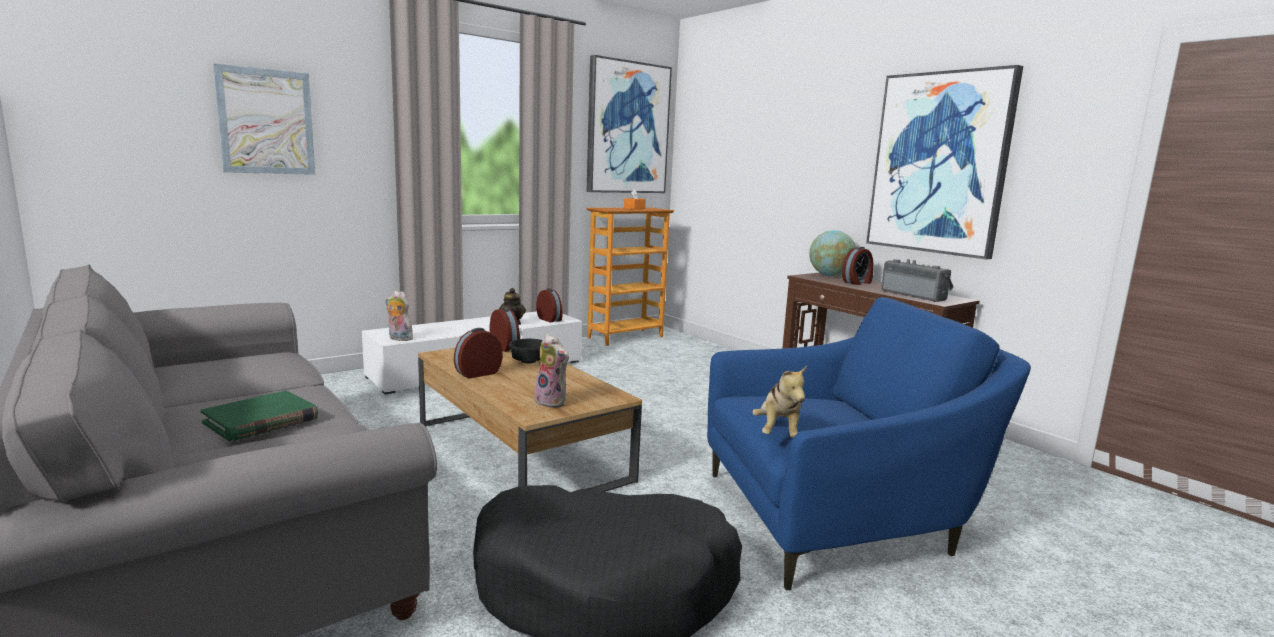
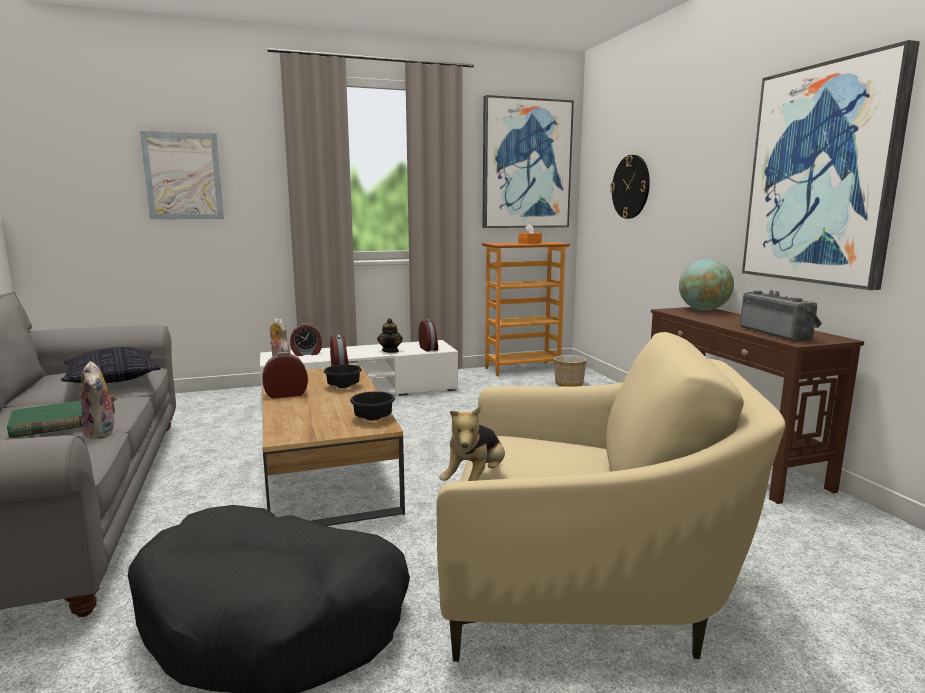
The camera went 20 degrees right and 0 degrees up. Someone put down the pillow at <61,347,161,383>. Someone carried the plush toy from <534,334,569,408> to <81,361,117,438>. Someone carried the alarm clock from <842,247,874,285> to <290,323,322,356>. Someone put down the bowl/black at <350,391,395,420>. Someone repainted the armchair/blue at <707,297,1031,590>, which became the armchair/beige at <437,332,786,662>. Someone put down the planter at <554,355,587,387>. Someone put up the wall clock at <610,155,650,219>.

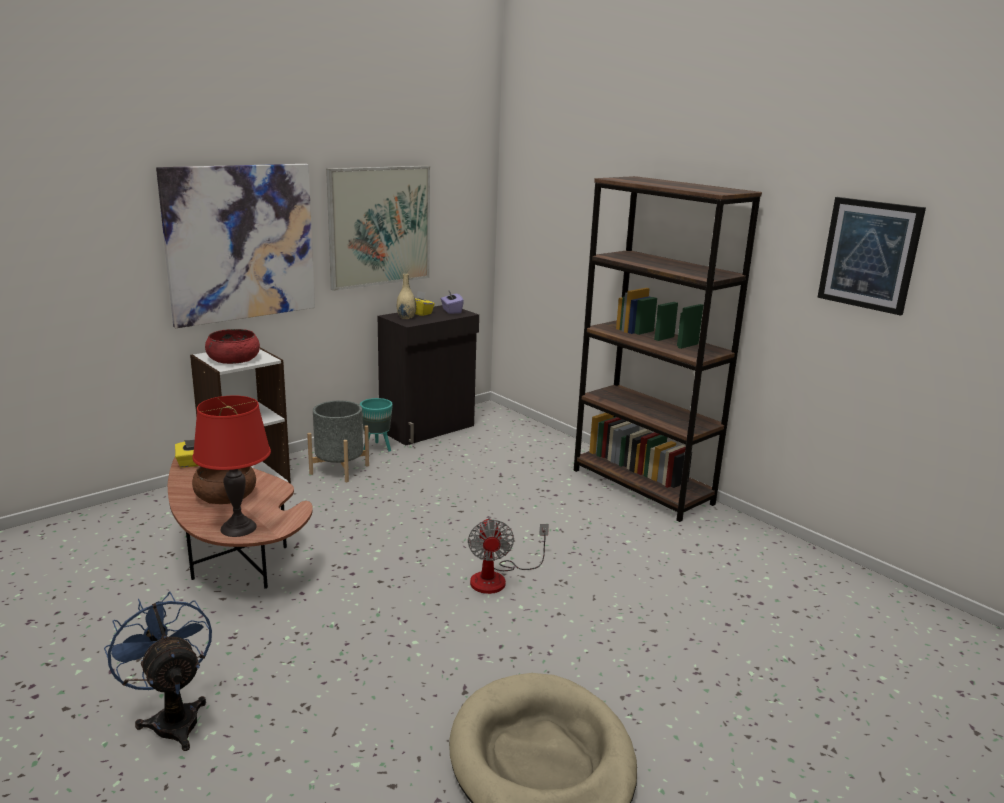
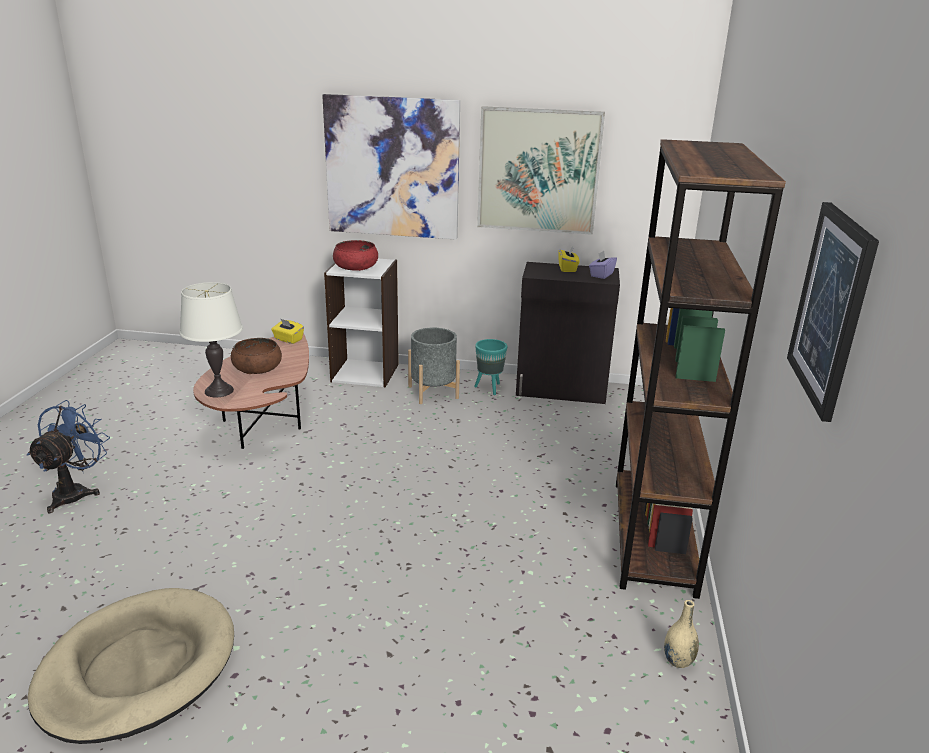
The camera went 50 degrees right and 5 degrees up. Someone repainted the table lamp/red at <192,396,271,537>, which became the table lamp/white at <179,282,243,397>. Someone carried the vase/beige from <397,274,416,319> to <664,600,699,668>. Someone took away the fan at <468,517,549,594>.

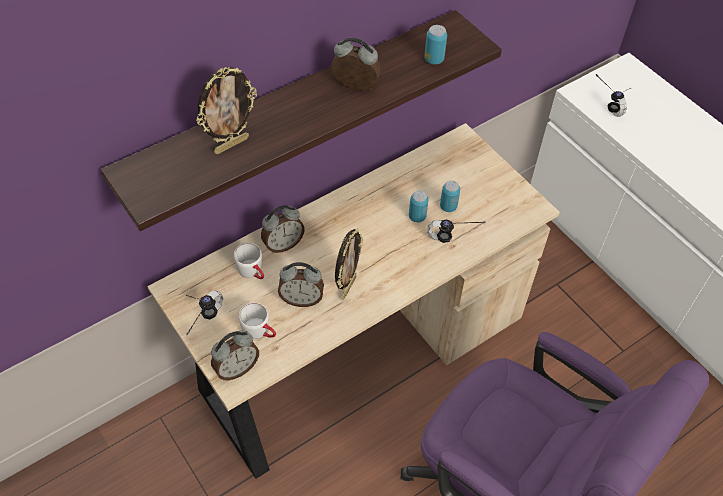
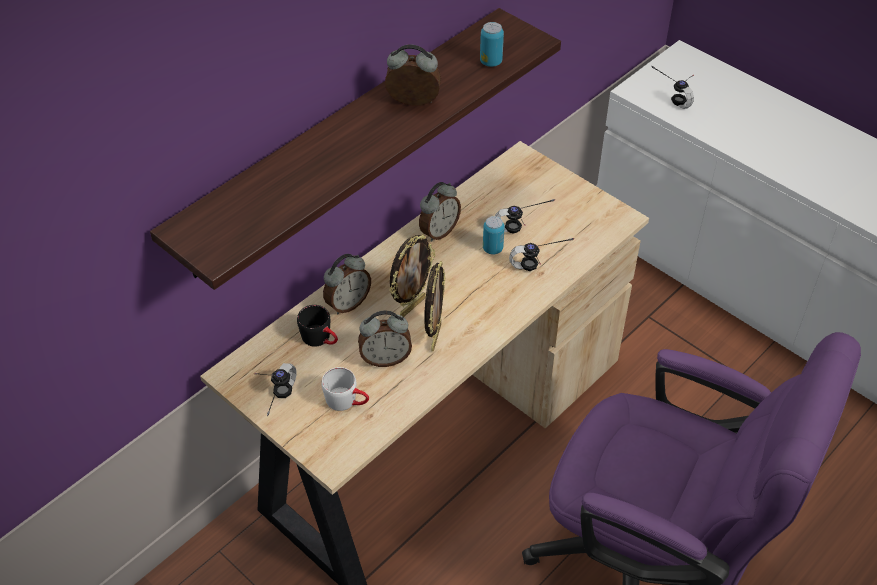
The camera went 10 degrees left and 5 degrees down. Someone repainted the mug/white at <233,243,264,279>, which became the mug/black at <297,305,338,346>. Someone carried the picture frame from <196,67,257,154> to <389,234,435,317>. Someone carried the alarm clock from <211,330,259,380> to <419,182,461,242>. Someone swapped the can at <440,180,460,212> for the headphones at <495,199,555,234>.

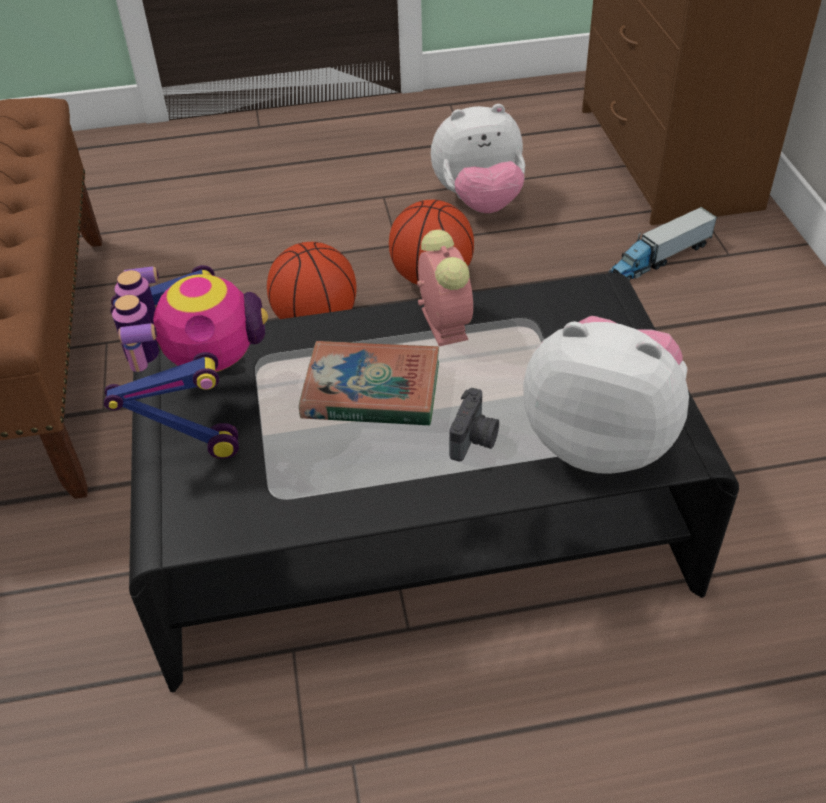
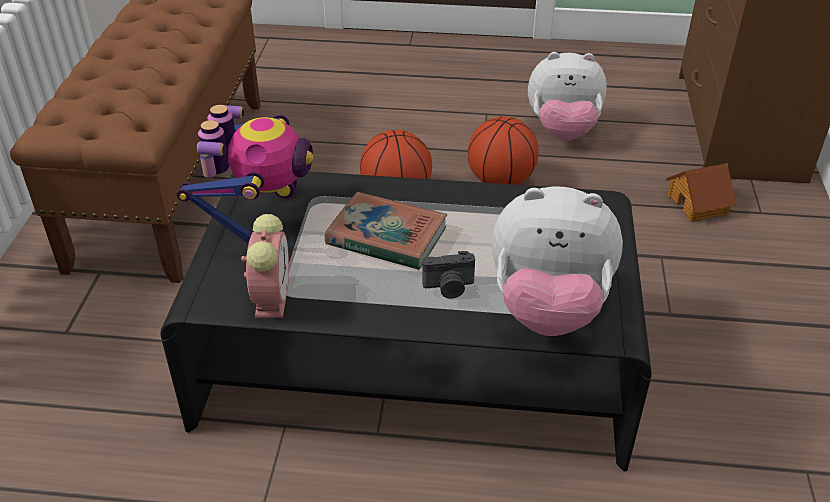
The camera went 15 degrees right and 5 degrees down. Someone carried the alarm clock from <417,230,473,346> to <241,214,289,318>. Someone rotated the photo camera at <449,388,499,462> by 45 degrees clockwise. Someone rotated the plush toy at <523,316,689,474> by 150 degrees clockwise. Someone swapped the toy truck at <608,207,717,281> for the toy house at <666,163,737,222>.

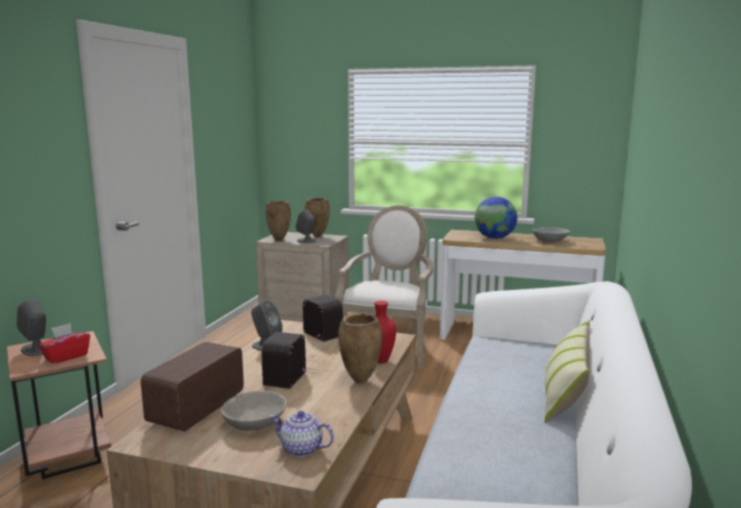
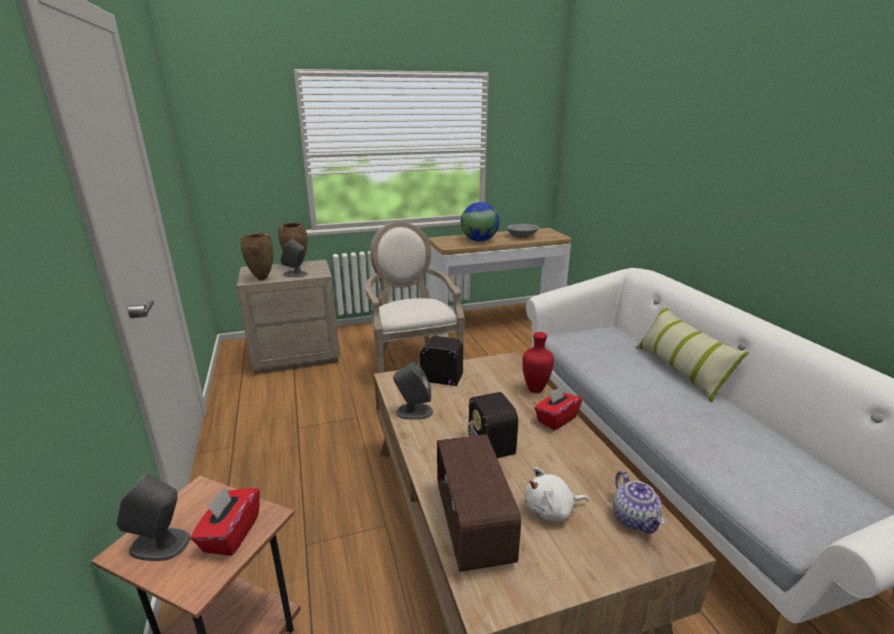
The camera went 35 degrees left and 10 degrees up. Someone swapped the bowl/grey at <220,391,287,431> for the plush toy/white at <525,467,589,521>. Someone swapped the vase/brown at <338,313,382,384> for the tissue box/red at <534,386,582,430>. Someone rotated the teapot at <270,411,334,457> by 90 degrees counterclockwise.

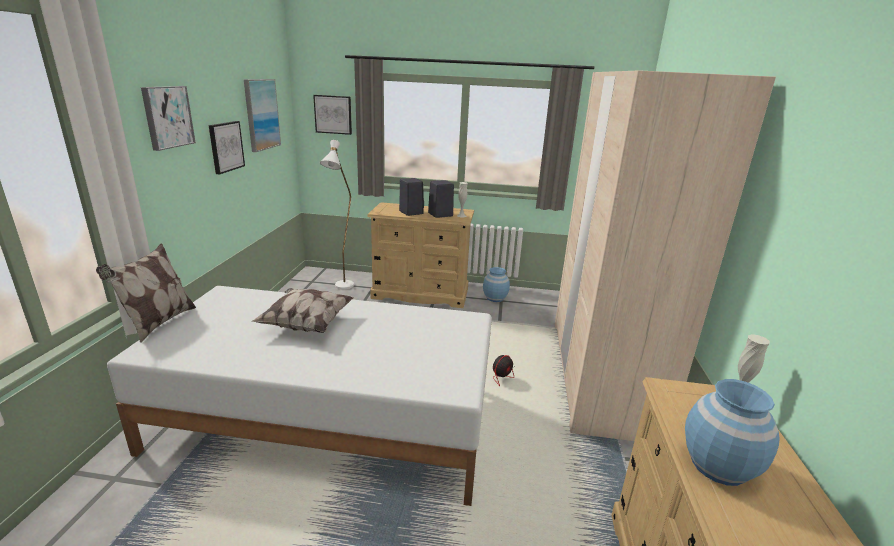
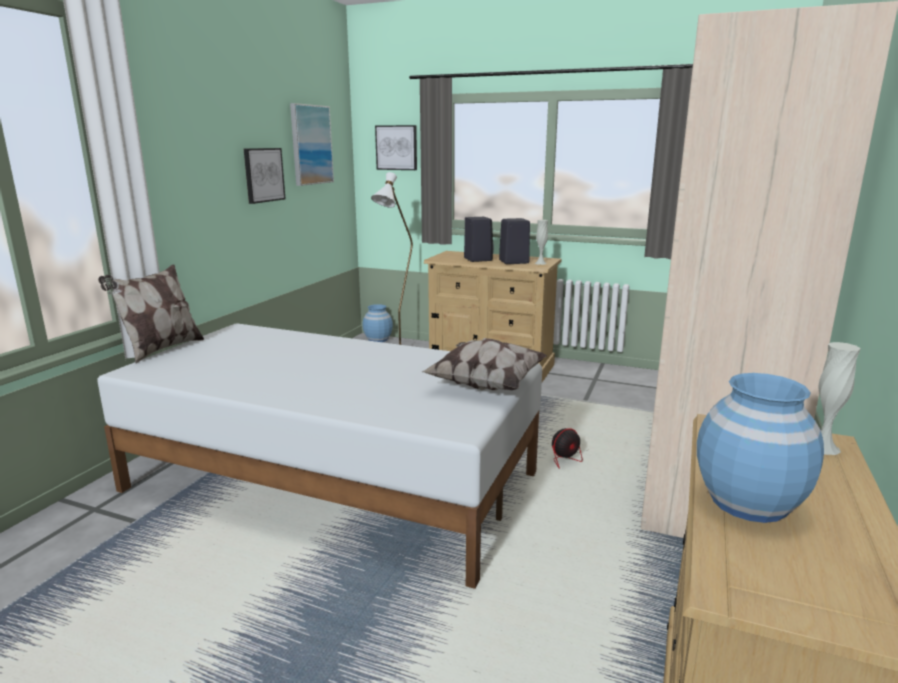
The camera went 15 degrees right and 5 degrees down. Someone carried the vase/blue from <483,267,510,302> to <362,304,393,342>. Someone carried the pillow from <251,288,353,333> to <422,338,547,390>. Someone took away the picture at <141,86,196,151>.

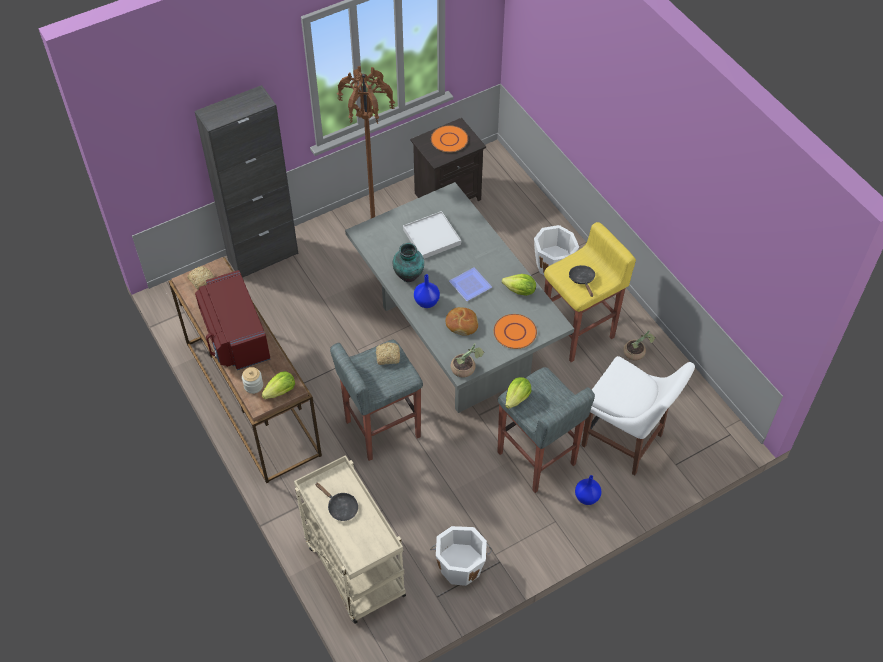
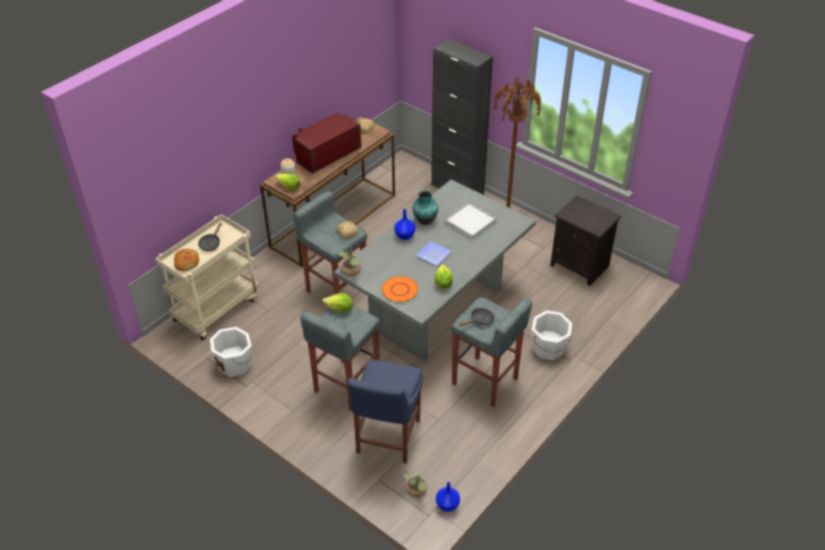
The camera went 70 degrees right and 10 degrees down. Someone carried the bread from <445,307,478,336> to <174,249,199,271>. Someone repainted the chair/white at <581,356,695,475>, which became the chair/blue at <347,359,423,464>. Someone carried the potted plant from <623,330,655,361> to <404,471,427,497>. Someone carried the vase/blue from <575,475,602,505> to <436,482,460,512>. Someone repainted the stool/yellow at <544,222,636,362>, which became the stool/grey at <451,297,532,407>. Someone took away the plate/orange at <431,125,468,152>.

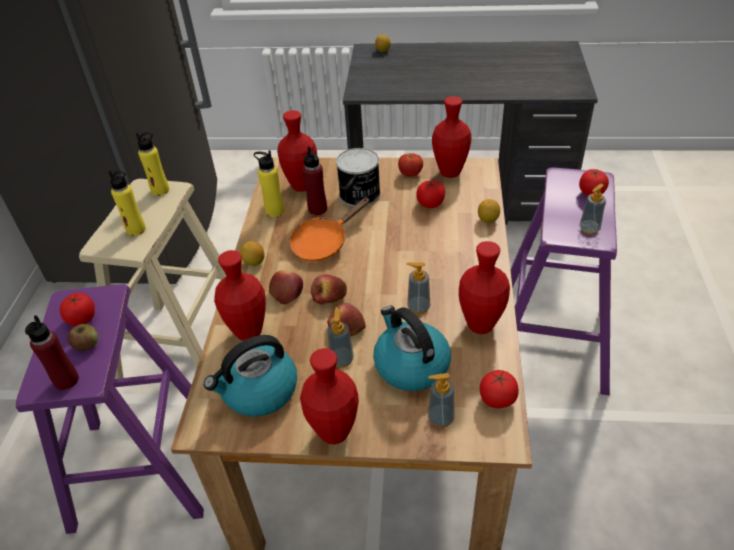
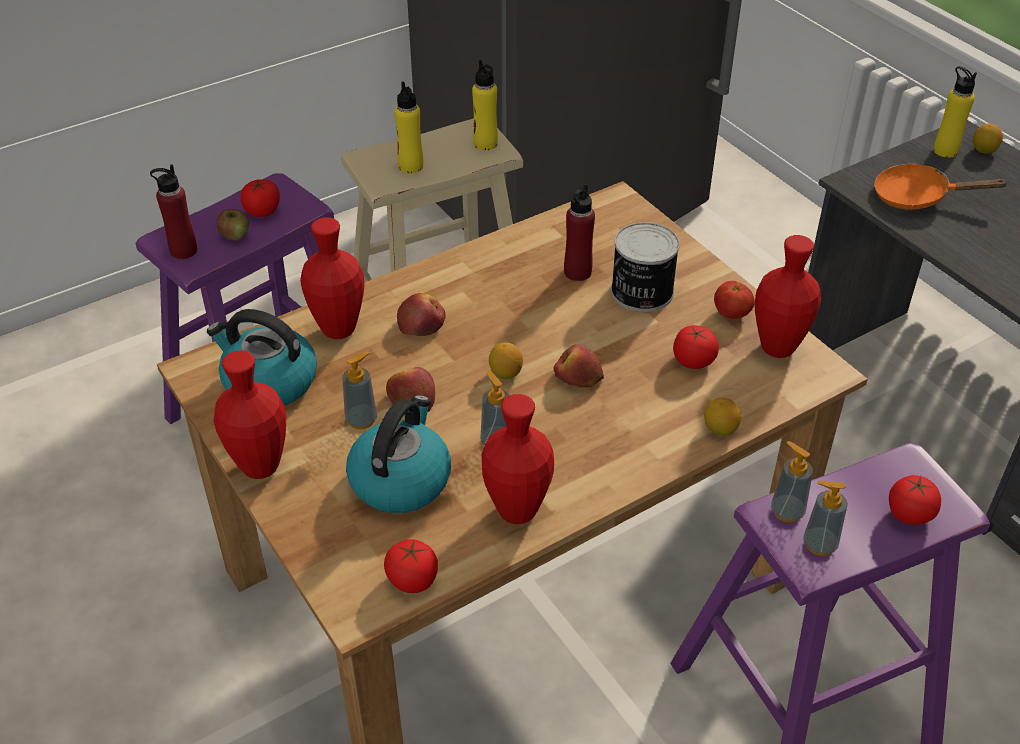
The camera went 50 degrees right and 0 degrees up. Someone carried the lemon from <240,241,265,266> to <489,342,523,379>. Someone carried the apple from <311,274,347,305> to <553,344,604,388>. Someone carried the soap dispenser from <428,373,455,428> to <771,441,813,523>. Someone carried the frying pan/orange from <289,197,370,262> to <874,163,1009,210>. Someone carried the bottle/yellow from <254,150,284,217> to <933,66,977,158>. Someone took away the vase/red at <277,110,317,192>.

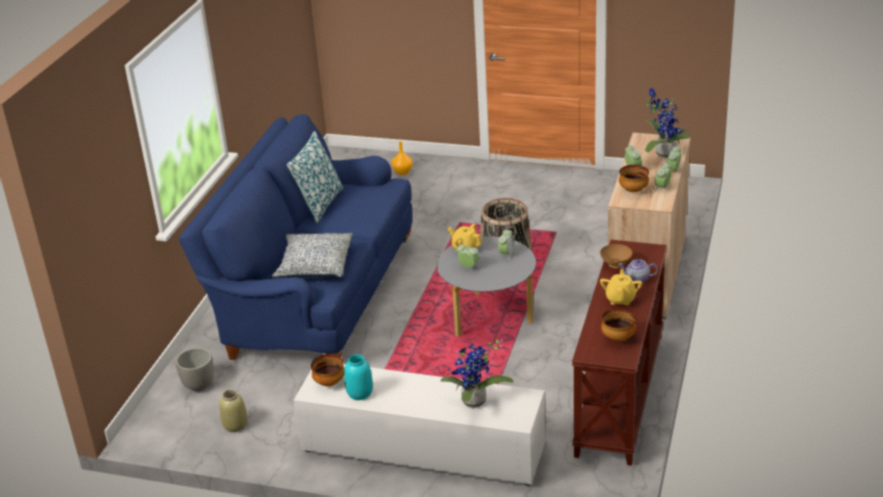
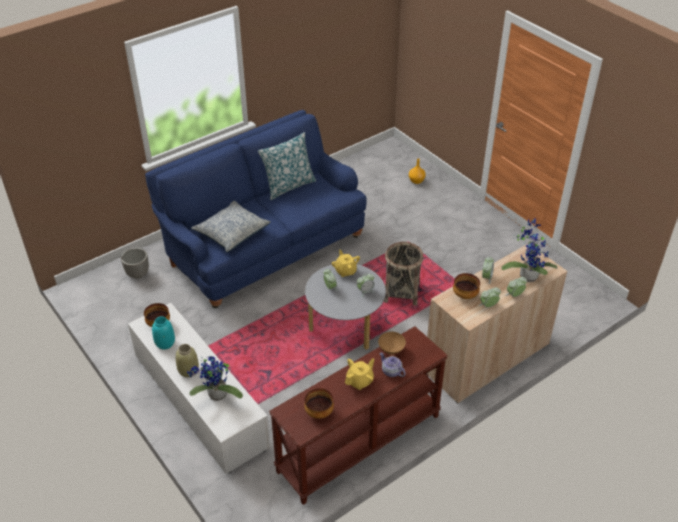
The camera went 35 degrees right and 10 degrees up. Someone carried the vase/beige from <219,389,248,432> to <176,344,199,377>.

